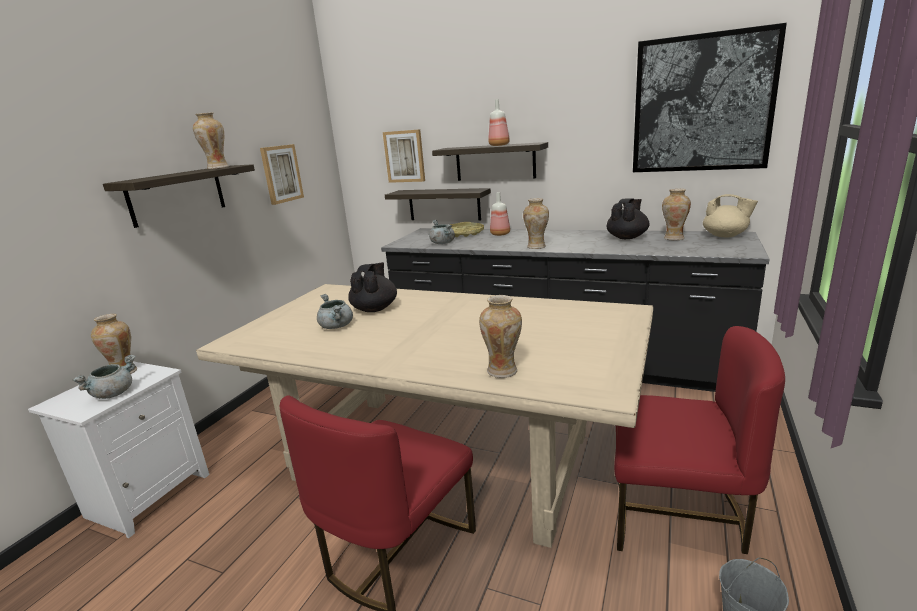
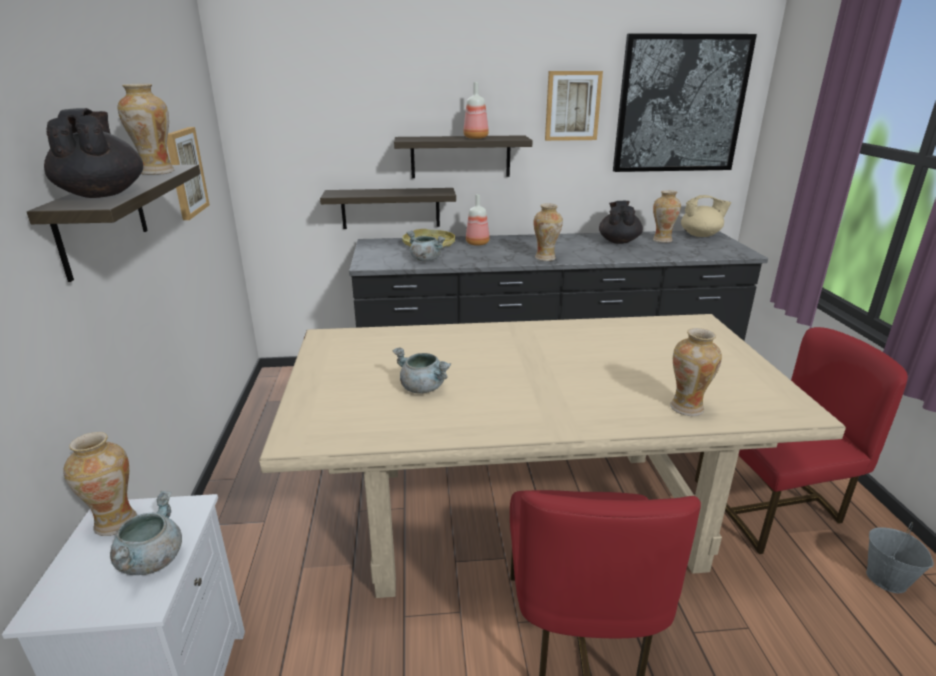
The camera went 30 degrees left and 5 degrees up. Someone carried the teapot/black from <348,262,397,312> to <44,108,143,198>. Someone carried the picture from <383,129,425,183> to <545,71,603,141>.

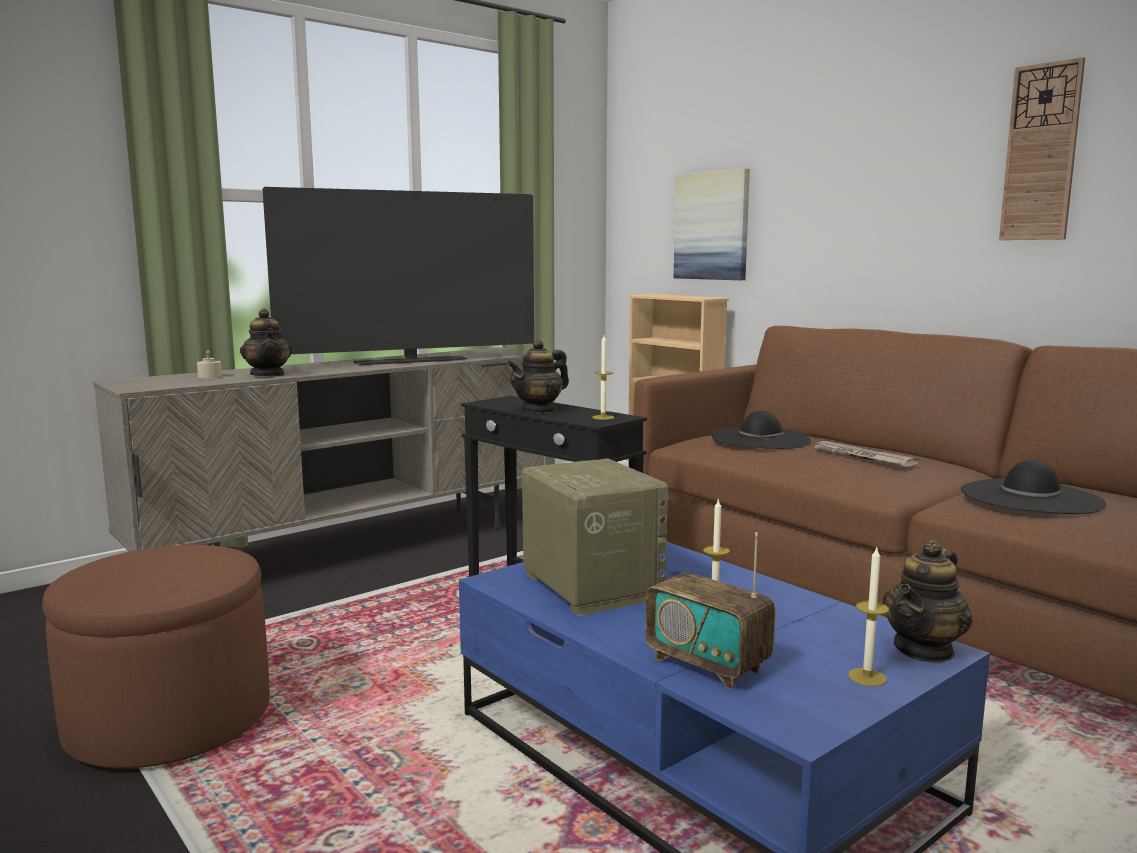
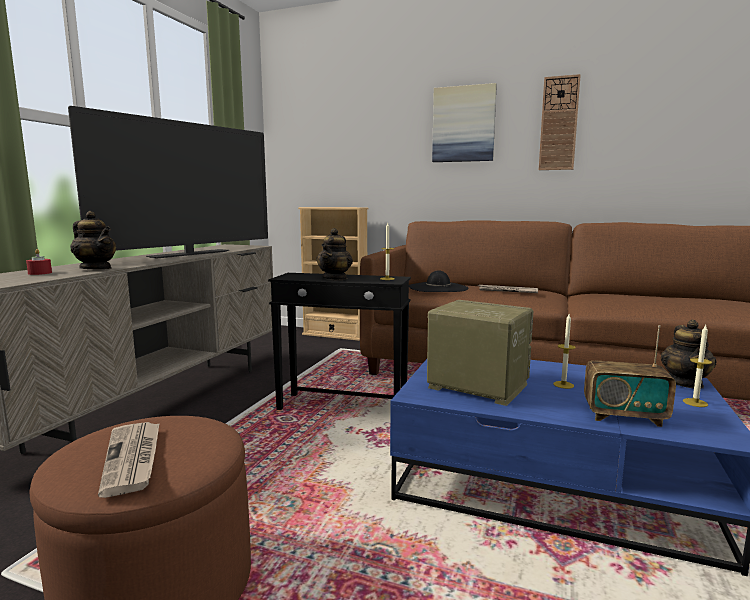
The camera went 30 degrees left and 0 degrees up. Someone repainted the candle/beige at <197,350,222,378>, which became the candle/red at <26,249,52,275>. Someone put down the newspaper at <98,422,160,498>. Someone carried the picture from <674,168,750,280> to <432,83,497,162>. Someone took away the hat/black at <961,460,1106,514>.

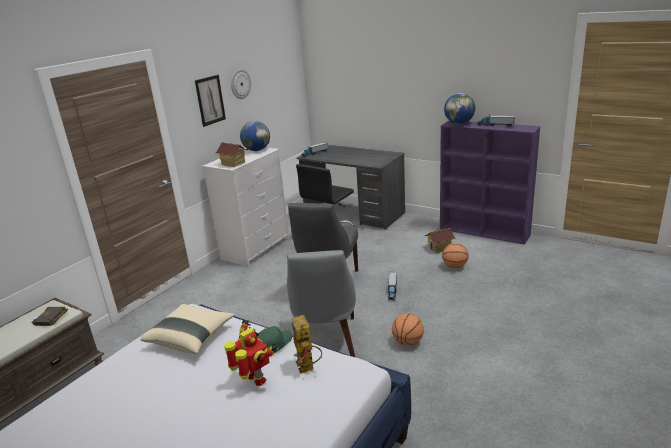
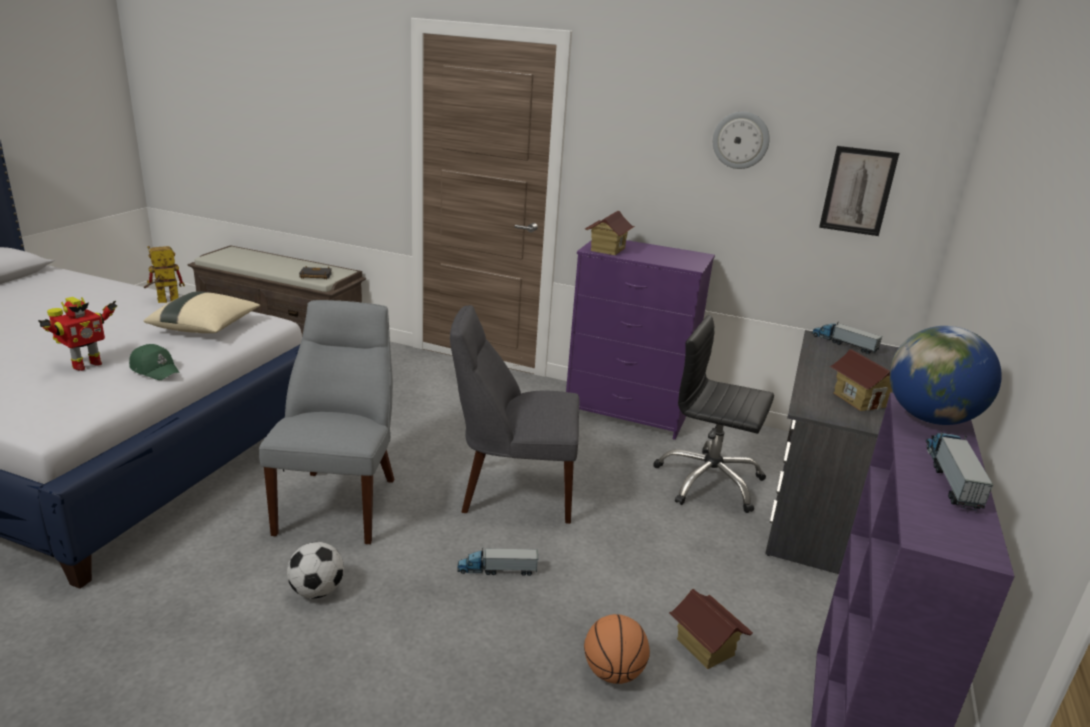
The camera went 75 degrees right and 0 degrees up. Someone carried the toy robot from <291,315,322,374> to <144,246,185,303>. Someone rotated the chair/grey at <287,250,356,357> by 105 degrees clockwise. Someone swapped the basketball at <392,314,424,346> for the football at <287,542,344,598>. Someone repainted the dresser/white at <202,147,289,267>, which became the dresser/purple at <566,240,715,440>. Someone carried the picture from <195,75,226,127> to <819,146,899,236>. Someone put down the toy house at <830,349,892,411>. Someone took away the globe at <240,121,270,151>.

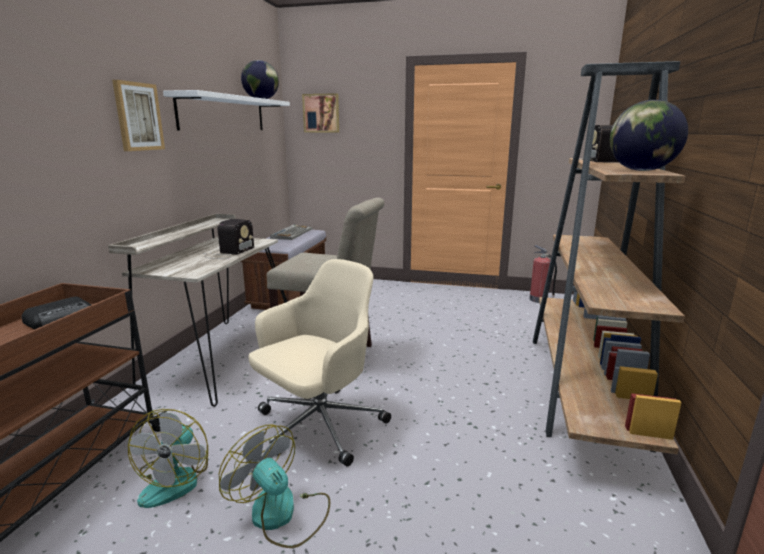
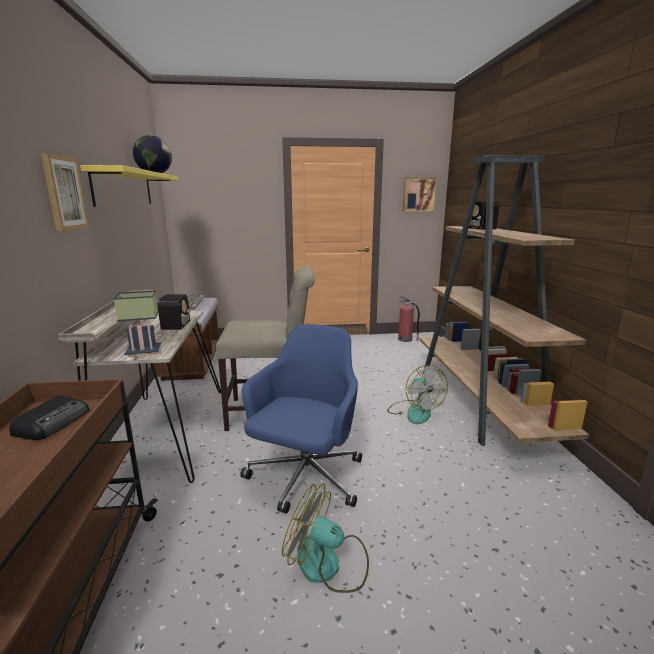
The camera went 20 degrees left and 0 degrees up. Someone repainted the shelf/white at <163,90,290,130>, which became the shelf/yellow at <80,165,178,207>. Someone put down the table lamp at <114,291,161,358>. Someone repainted the office chair/beige at <248,259,391,467>, which became the office chair/blue at <240,324,362,514>. Someone carried the fan from <128,409,208,508> to <388,365,448,424>. Someone carried the picture from <302,93,339,132> to <403,178,438,212>. Someone took away the globe at <610,100,688,171>.

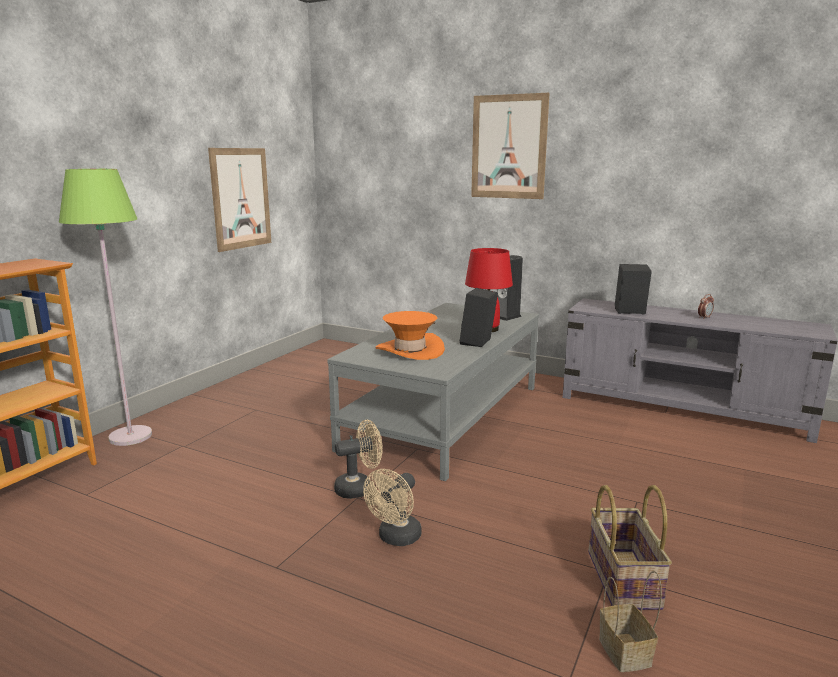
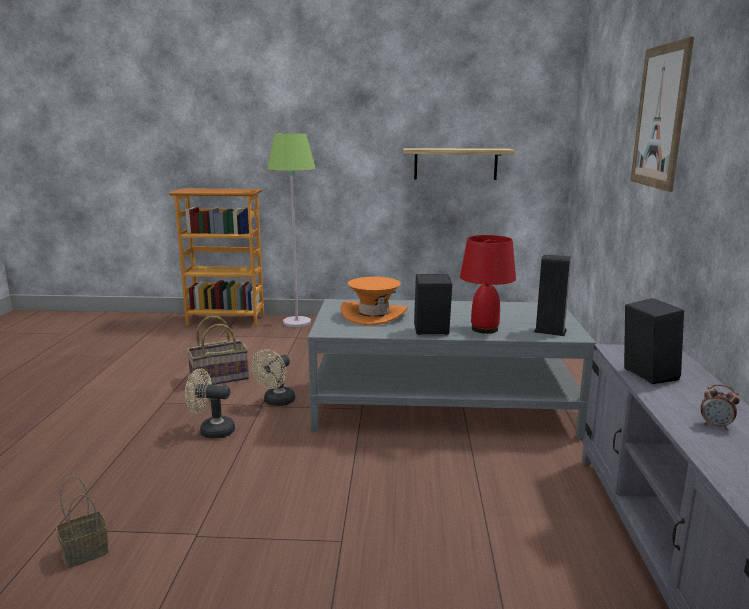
The camera went 65 degrees right and 0 degrees up. Someone carried the basket from <588,485,672,610> to <187,316,249,386>. Someone rotated the fan/beige at <334,420,383,499> by 75 degrees clockwise. Someone swapped the picture at <208,148,271,252> for the shelf at <403,148,515,180>.

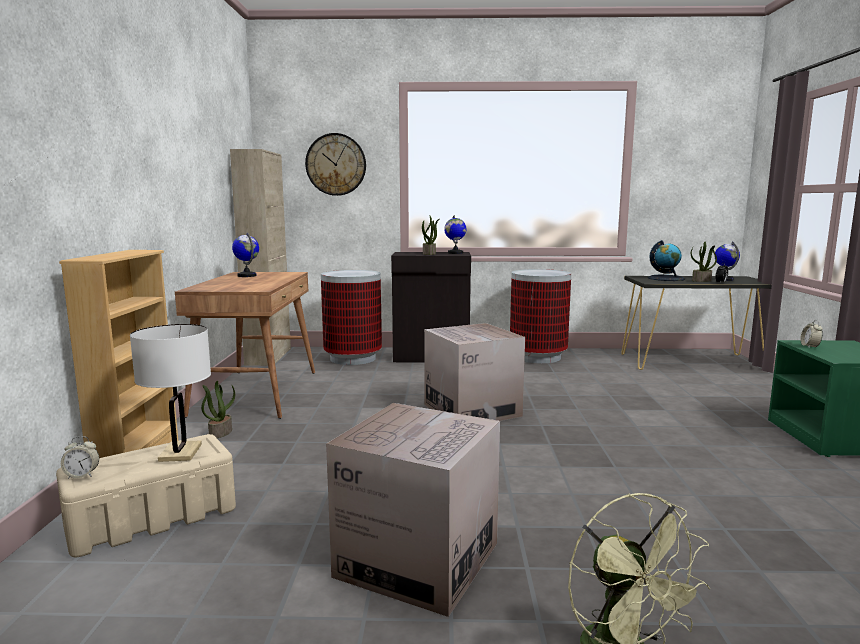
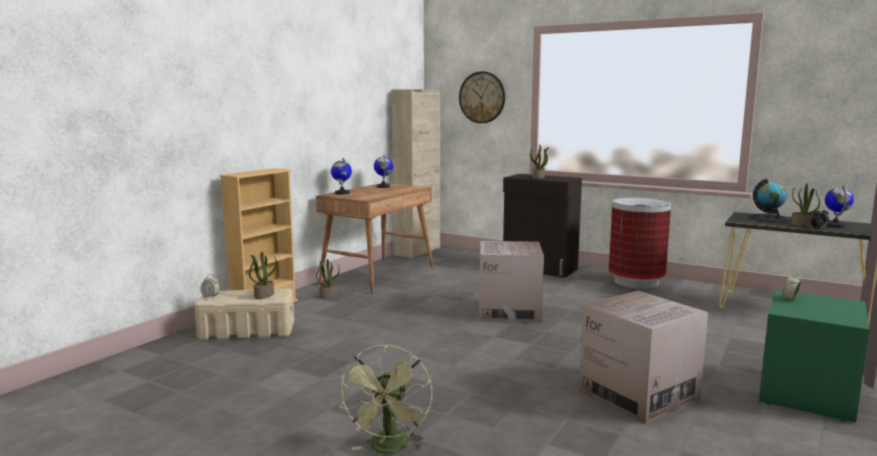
The camera went 30 degrees right and 0 degrees up. Someone swapped the table lamp/white at <130,324,211,462> for the potted plant at <249,252,277,299>. Someone carried the globe from <444,215,466,254> to <331,158,352,195>. Someone carried the cardboard box from <326,403,500,617> to <579,291,708,424>. Someone took away the trash can at <321,270,382,365>.

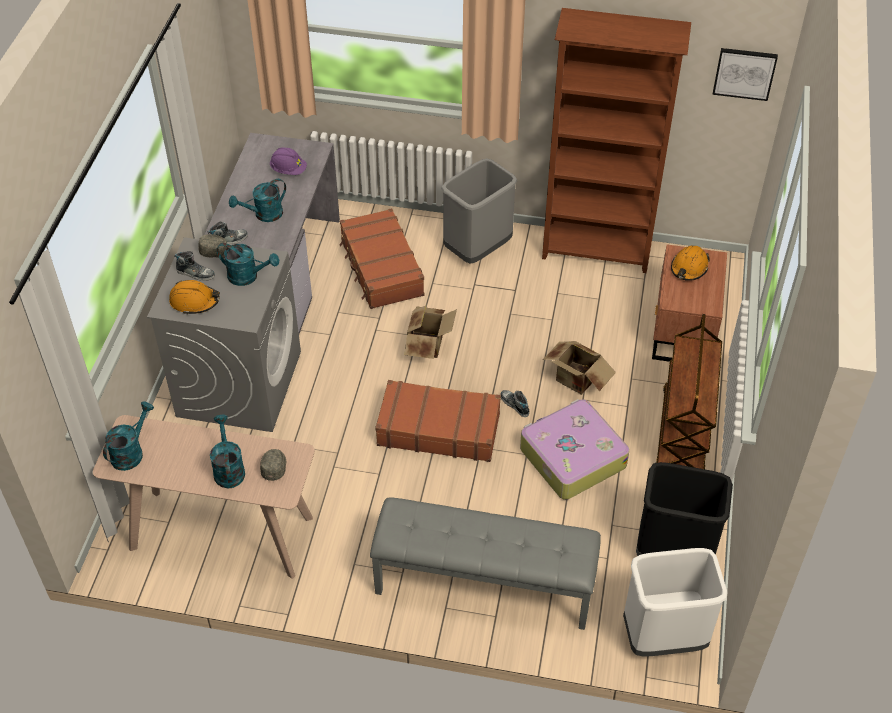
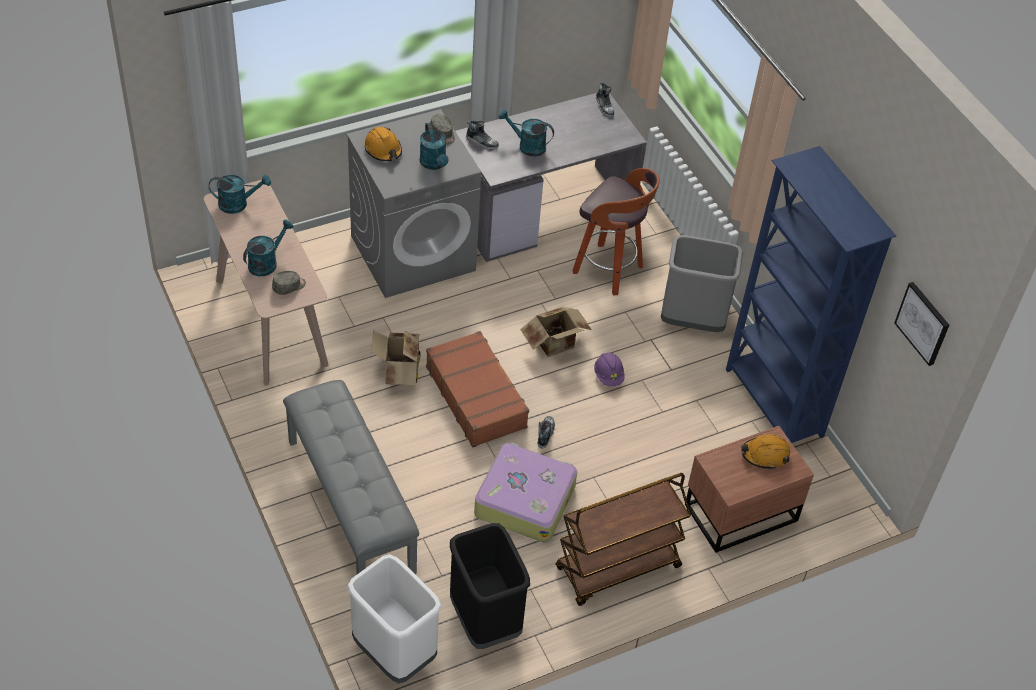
The camera went 50 degrees right and 0 degrees up. Someone carried the cardboard box from <543,341,616,395> to <371,330,421,386>. Someone swapped the suitcase/brown at <339,208,424,309> for the stool at <572,168,660,296>. Someone carried the hard hat/purple from <270,147,307,175> to <594,352,625,386>. Someone carried the shoe from <174,251,215,281> to <596,83,614,117>. Someone repainted the bookcase/brown at <542,8,691,273>, which became the bookcase/blue at <726,146,896,443>.

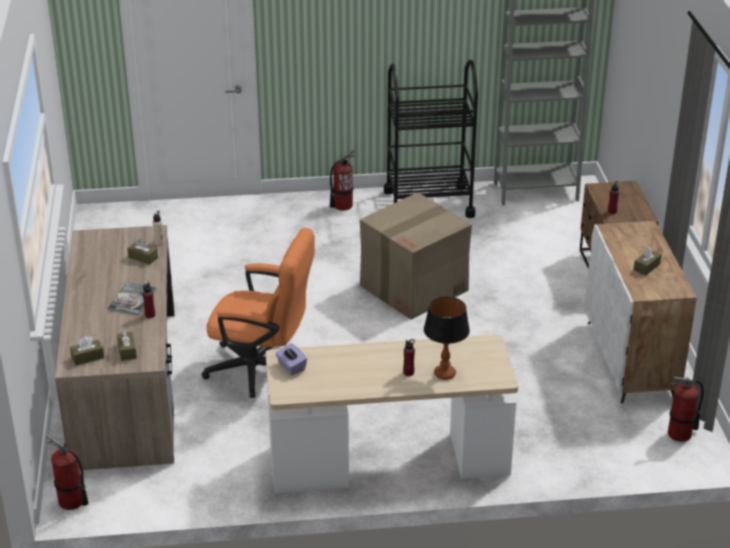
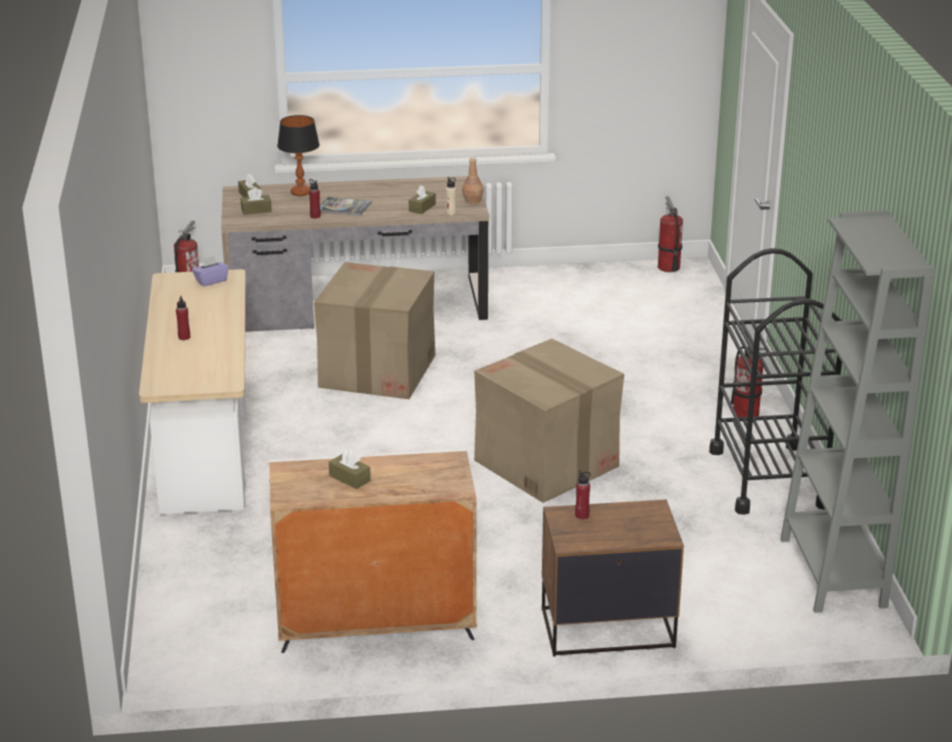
The camera went 90 degrees right and 5 degrees down. Someone carried the table lamp from <424,297,470,380> to <277,115,320,196>. Someone swapped the office chair/orange at <201,228,315,398> for the cardboard box at <314,262,435,399>. Someone put down the bottle/brown at <462,157,484,204>. Someone carried the fire extinguisher from <668,376,704,442> to <658,196,683,272>.

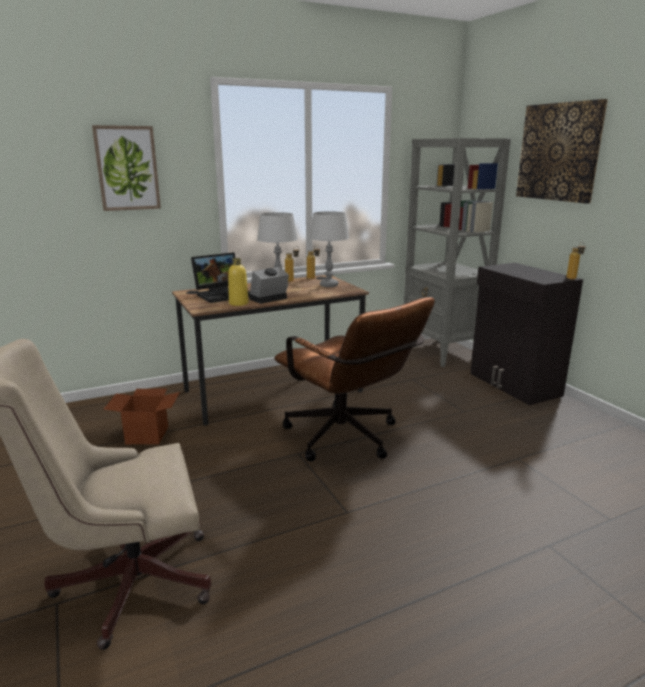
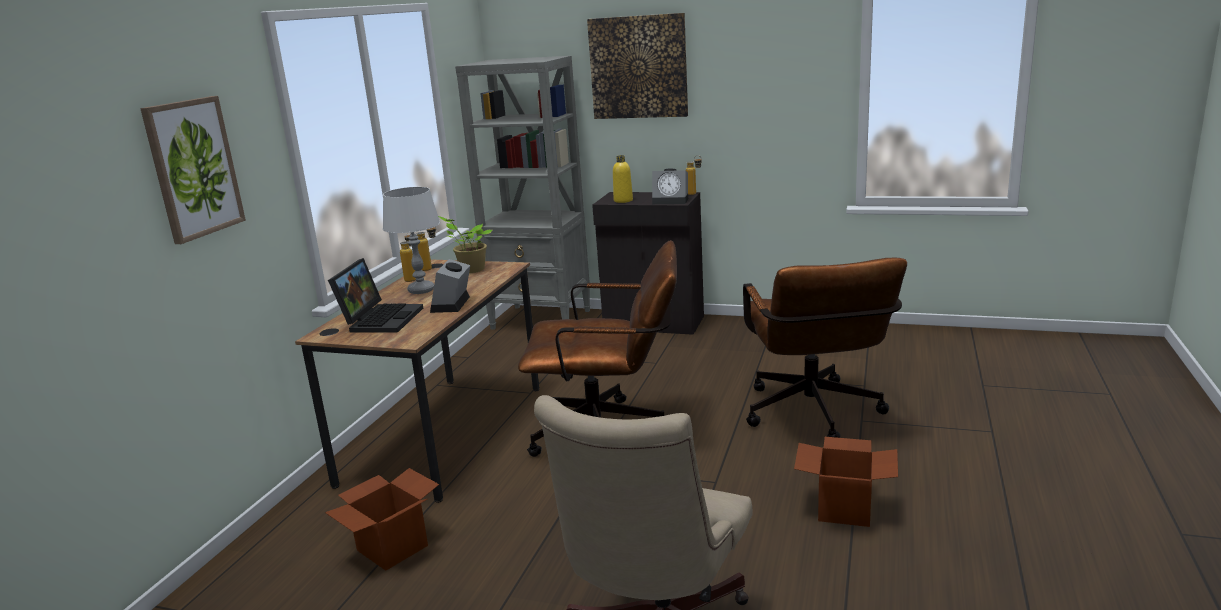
The camera went 45 degrees left and 0 degrees up. Someone swapped the table lamp/grey at <309,211,349,287> for the potted plant at <438,216,492,273>. Someone carried the bottle/yellow from <228,258,249,306> to <613,155,633,203>. Someone put down the alarm clock at <652,169,688,204>. Someone put down the office chair/brown at <743,258,907,438>. Someone put down the cardboard box at <794,437,898,527>.

